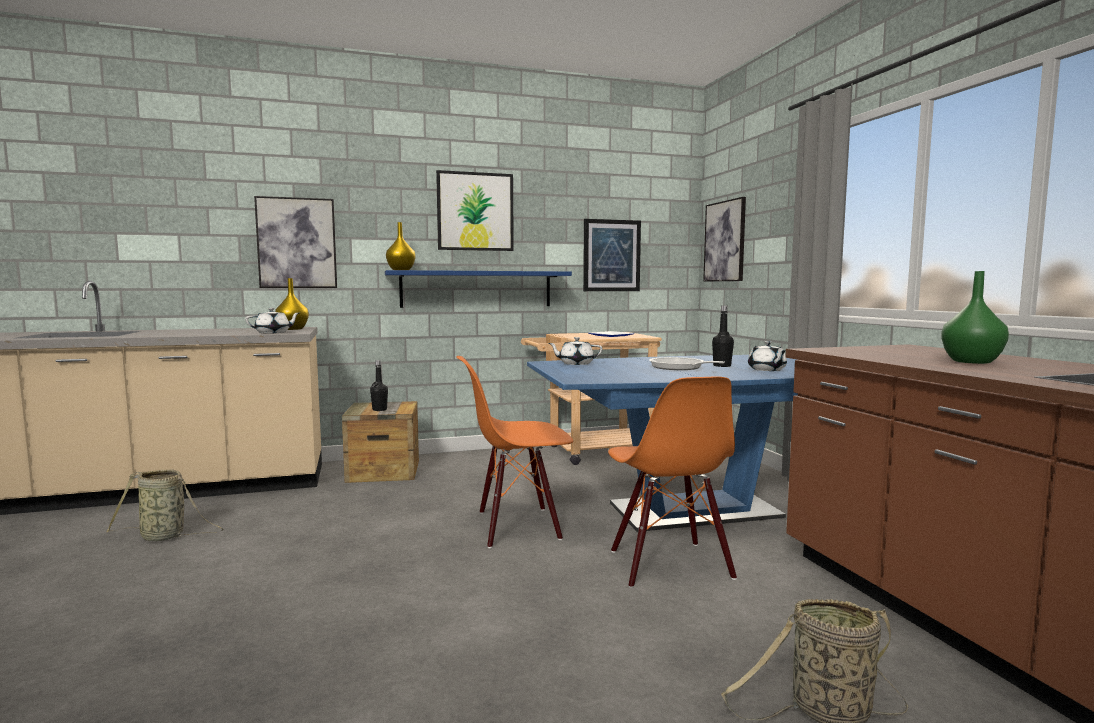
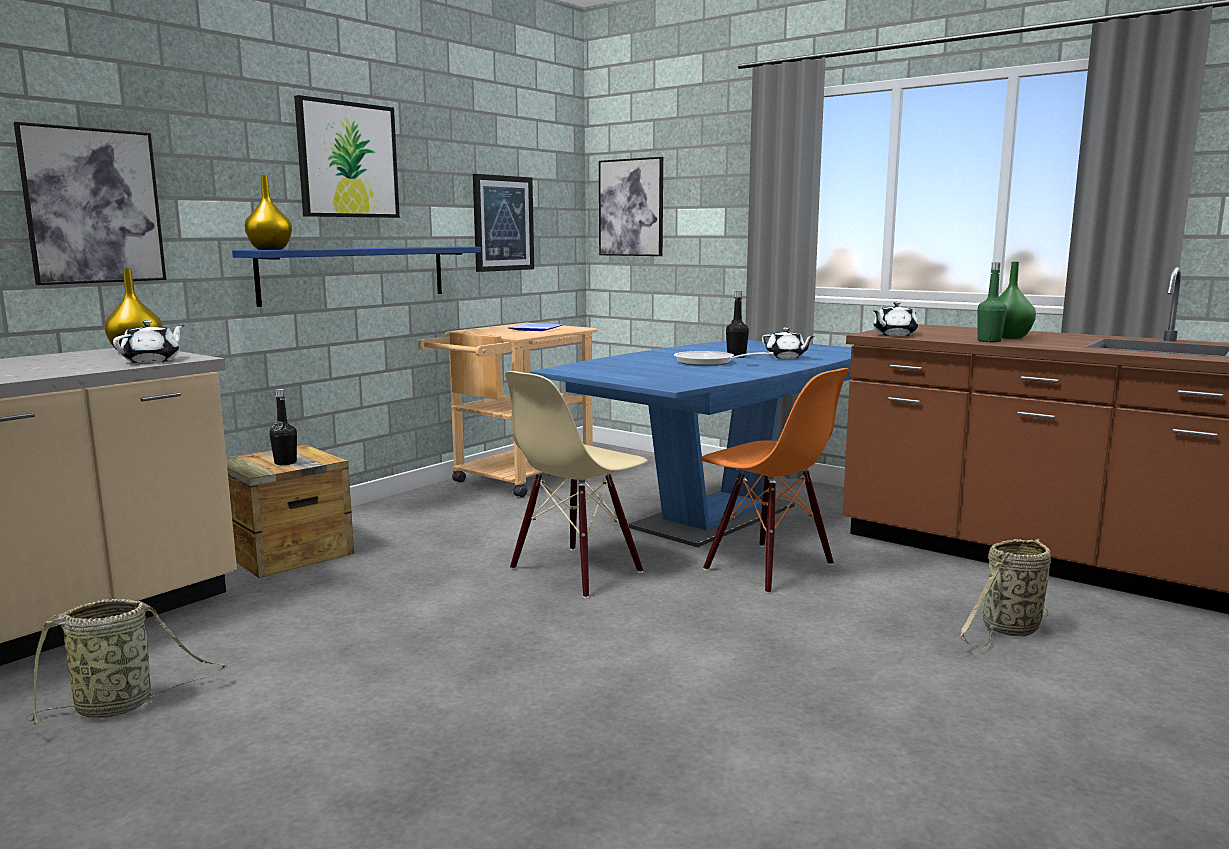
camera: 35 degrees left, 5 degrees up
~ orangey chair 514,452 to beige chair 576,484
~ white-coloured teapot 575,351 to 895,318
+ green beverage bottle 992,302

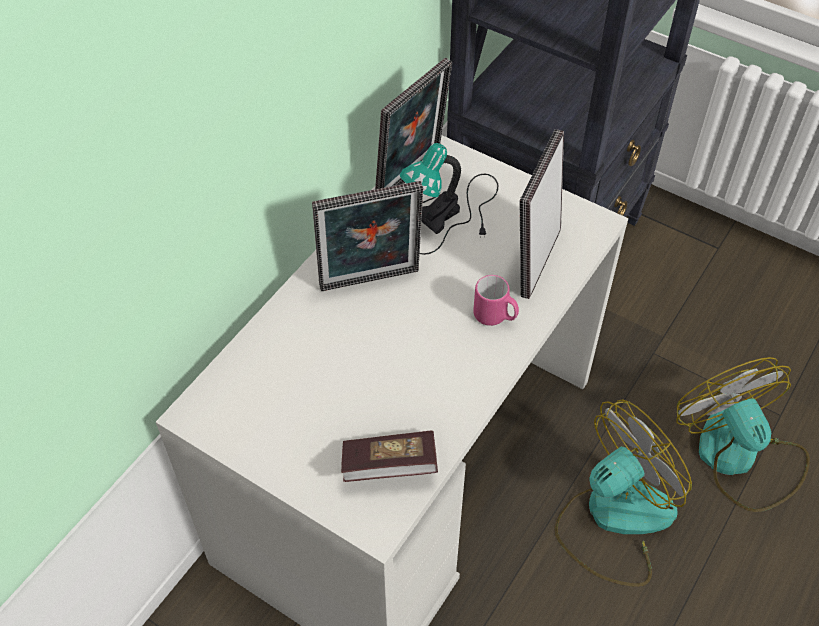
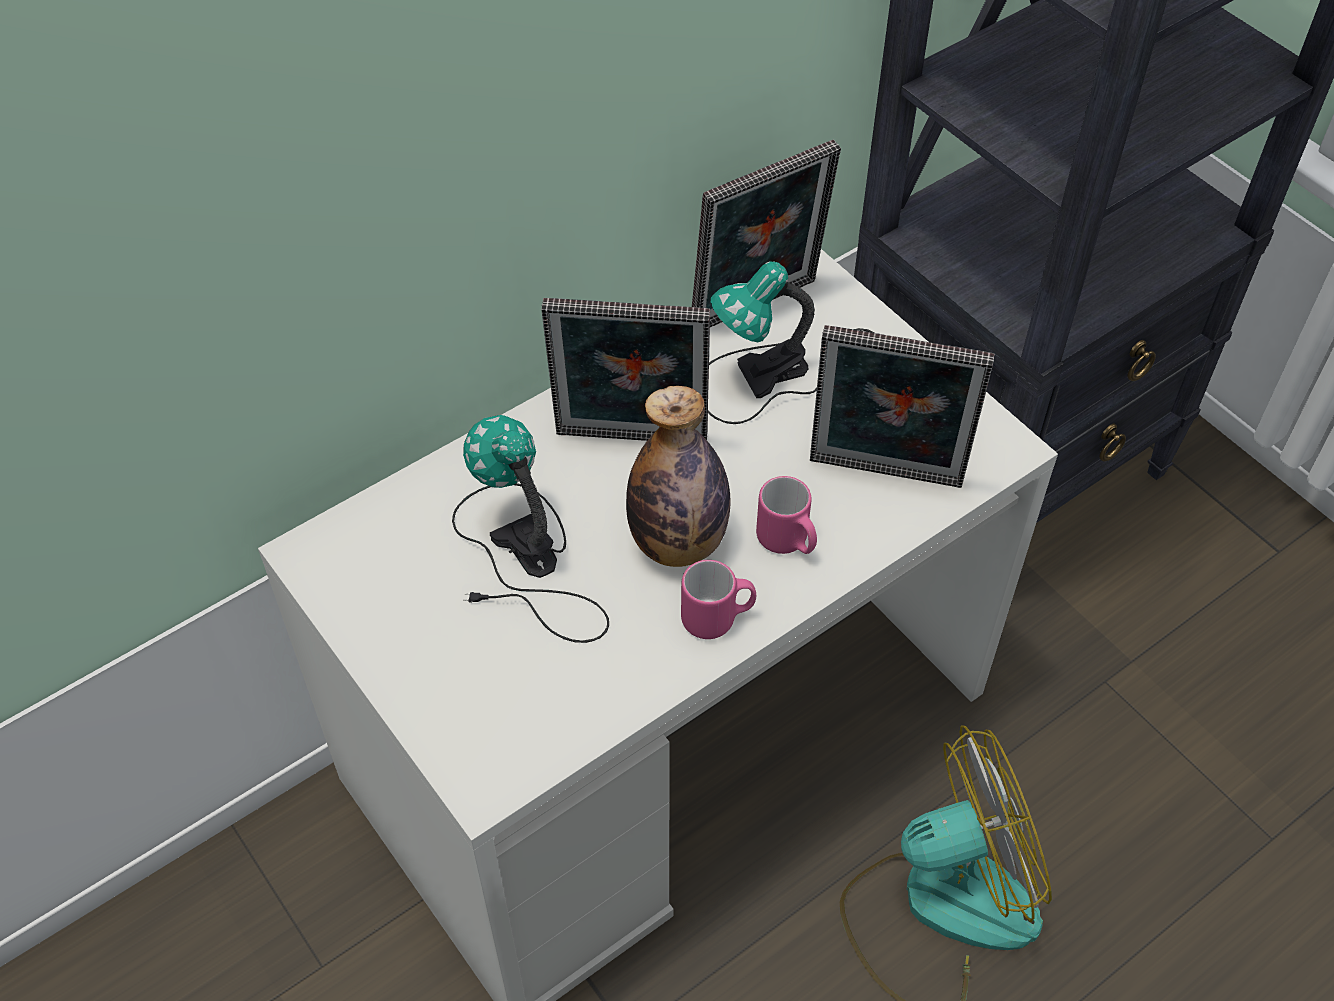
camera: 20 degrees right, 0 degrees up
+ tabletop lamp 530,529
+ beverage bottle 678,476
+ pink mug 718,599
~ standing frame 541,214 = 902,406 120 degrees counterclockwise
- bound book 389,456
- electric fan 743,434

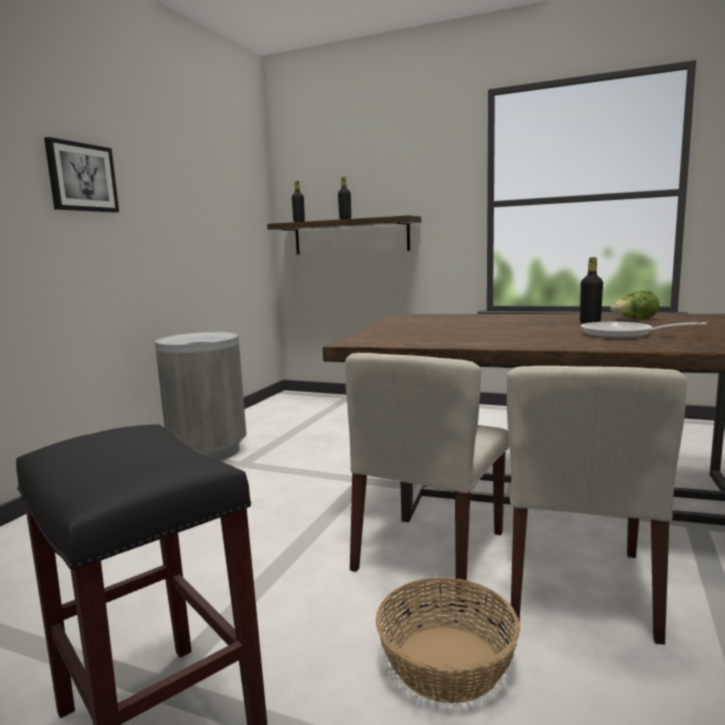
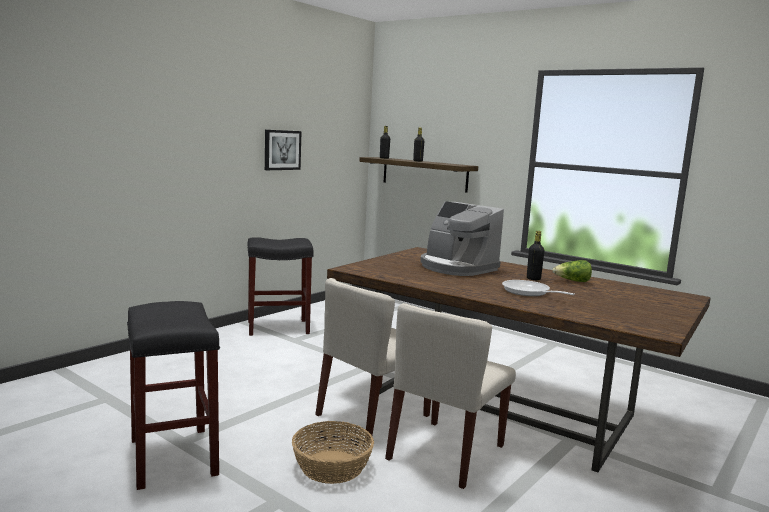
camera: 15 degrees right, 0 degrees up
~ grey rubbish bin 201,396 to black stool 281,286
~ wall picture 81,174 to 283,150
+ coffee brewer 462,238

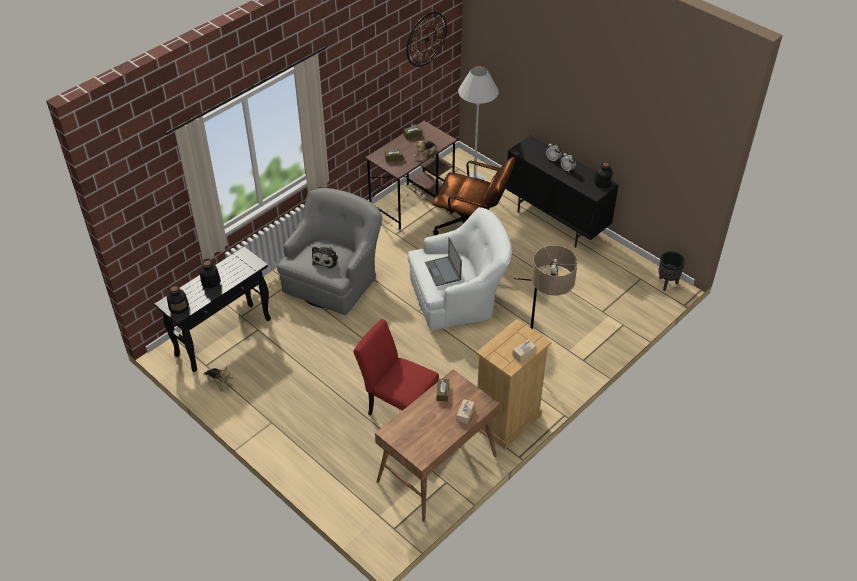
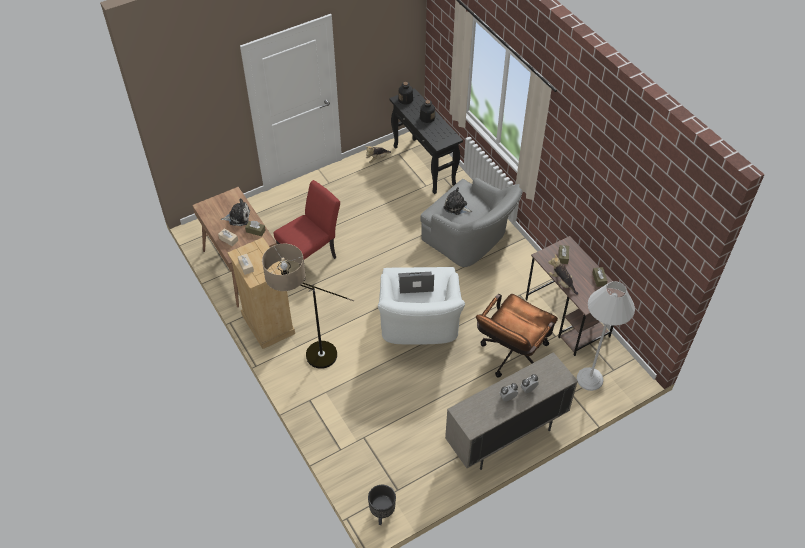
camera: 105 degrees right, 5 degrees up
+ cuddly toy 235,212
~ black cupboard 562,191 to beige cupboard 511,411
- clock on the wall 427,39
- beverage bottle 603,175

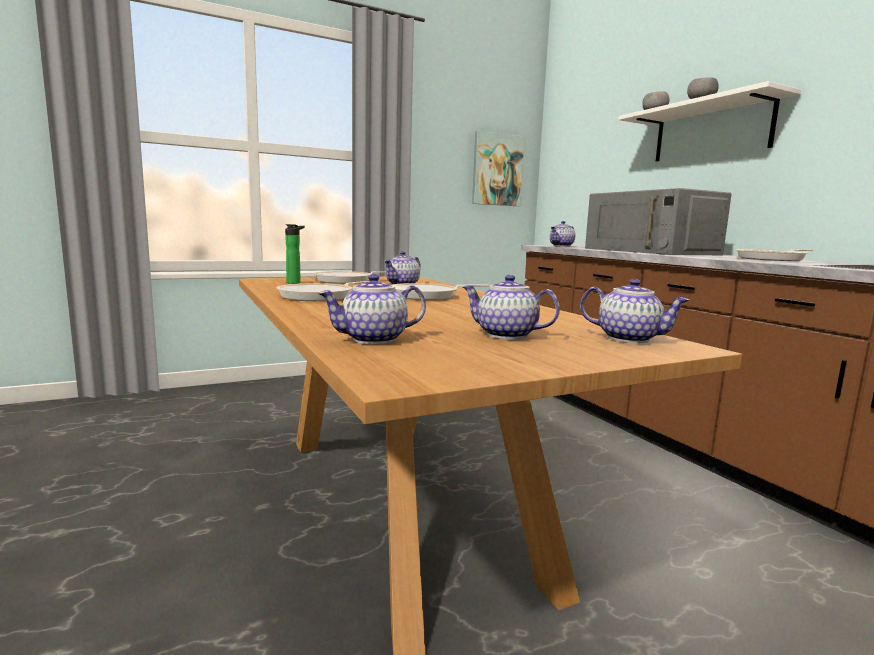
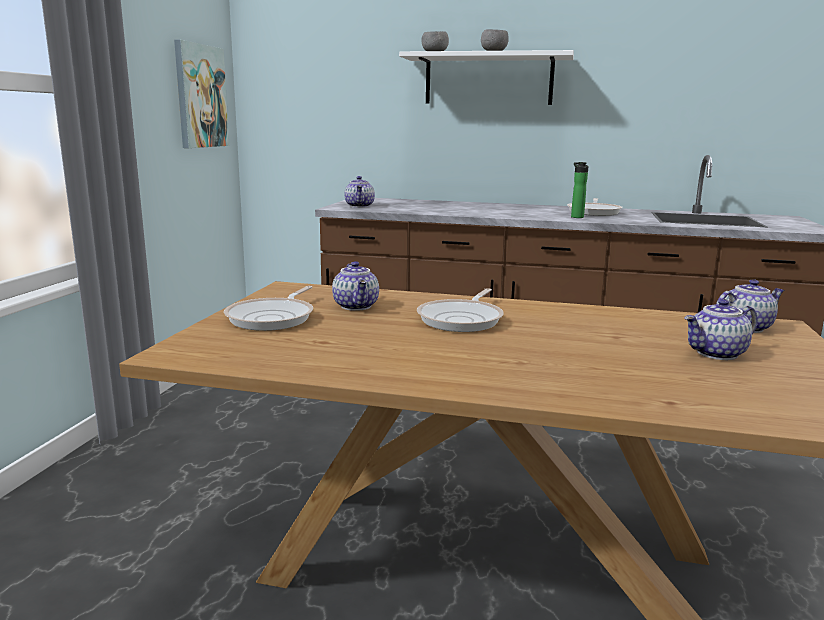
camera: 50 degrees left, 5 degrees up
~ beverage bottle 295,254 to 580,190
- pan 322,291
- teapot 372,309
- grey microwave 658,221

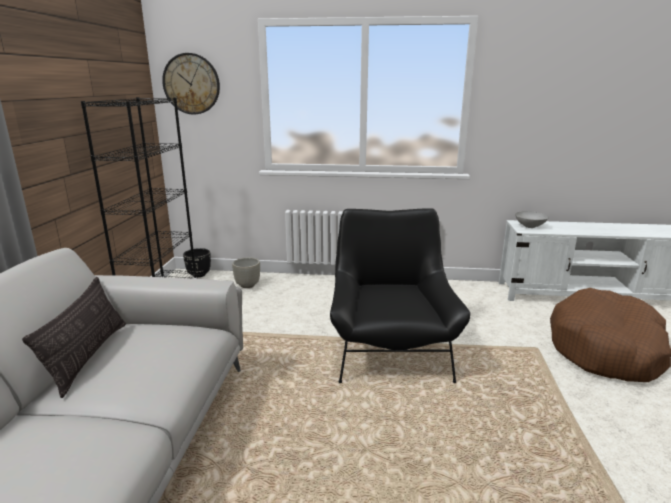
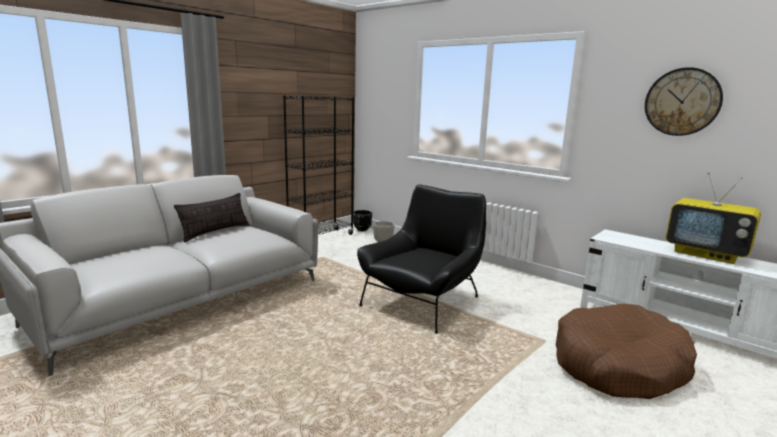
camera: 35 degrees right, 5 degrees down
~ clock on the wall 191,84 to 684,101
+ TV 713,218
- grey deep dish 532,219

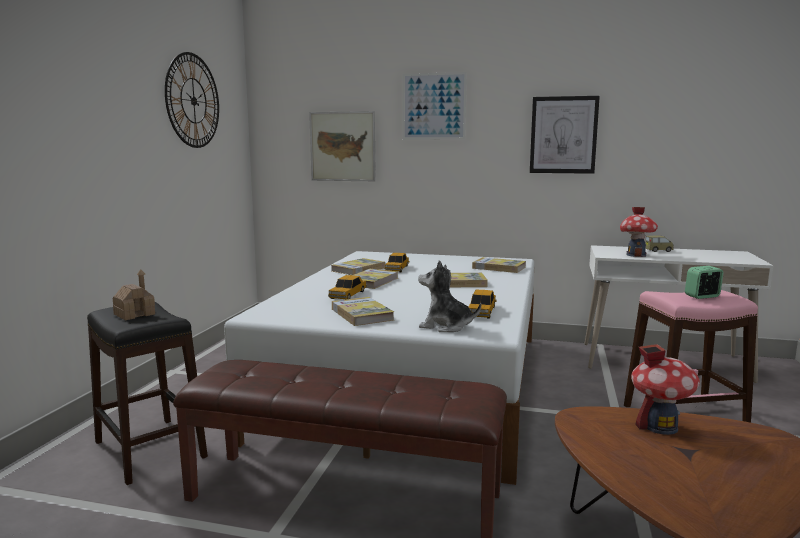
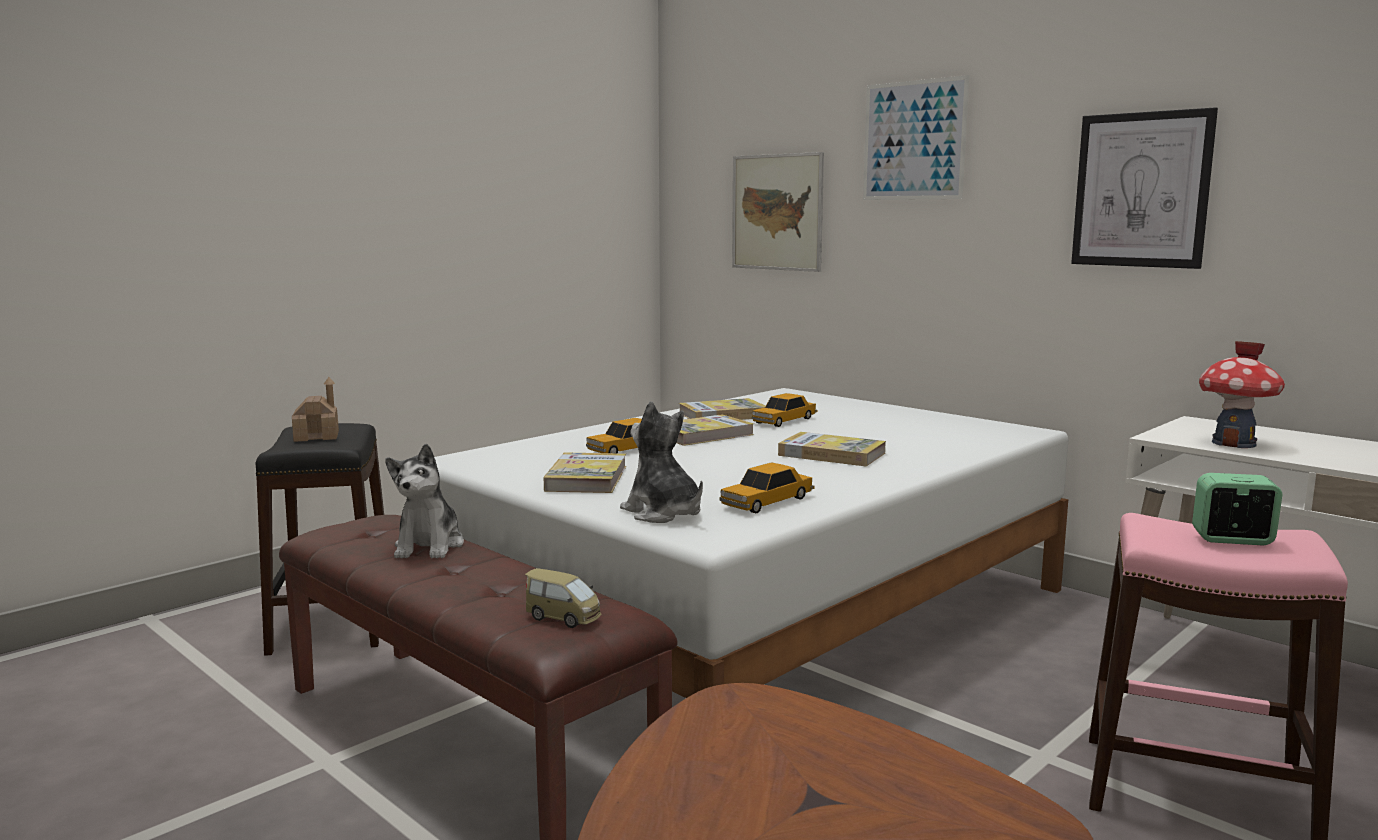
camera: 30 degrees right, 0 degrees up
+ cuddly toy 424,501
~ miniature car 659,244 to 563,598
- clock on the wall 192,100
- bound book 499,265
- model house 665,389

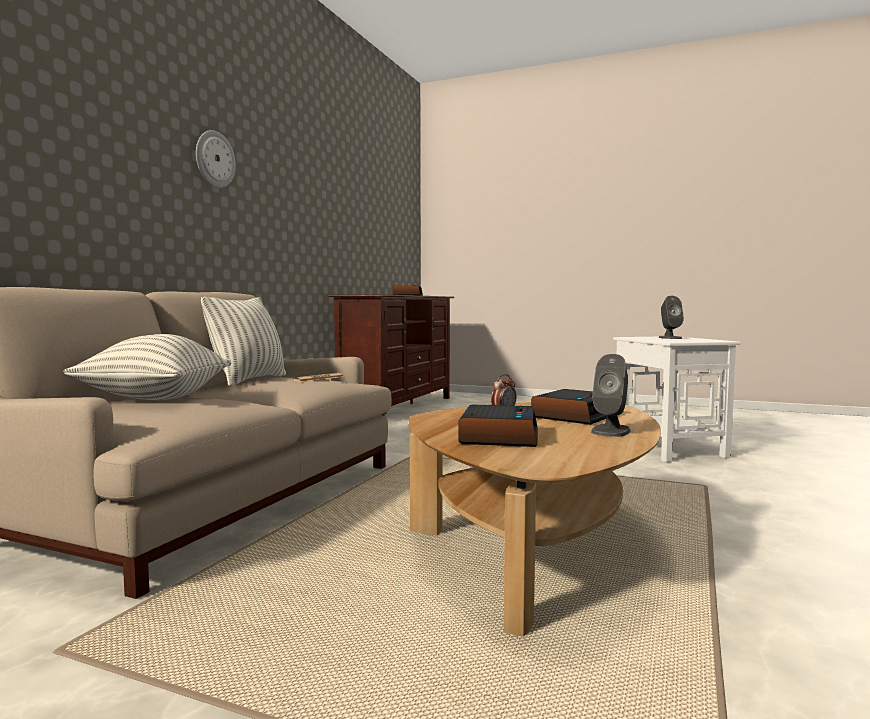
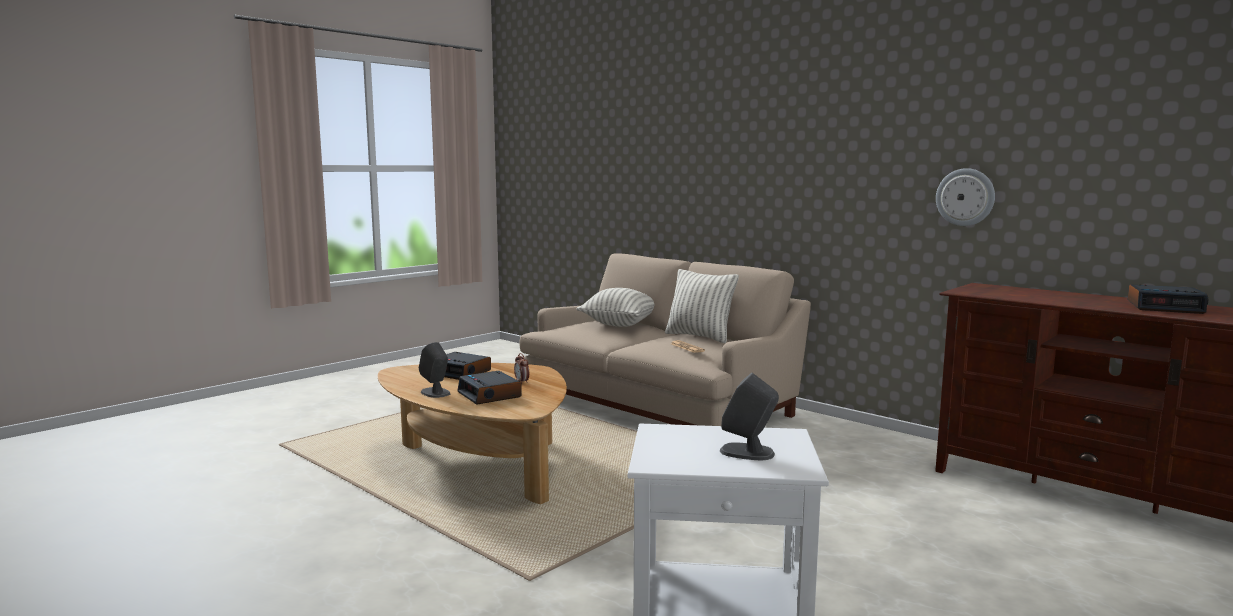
camera: 110 degrees right, 5 degrees up
~ clock on the wall 216,159 to 965,197

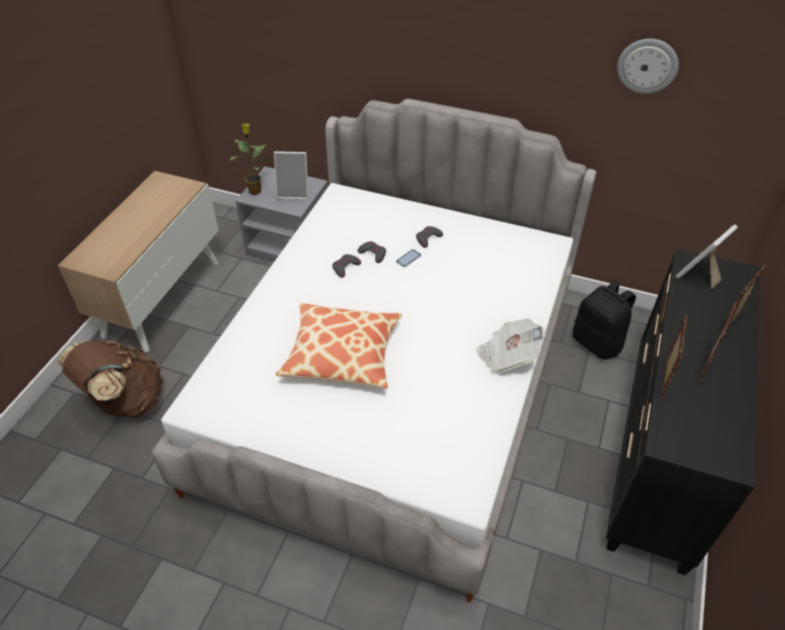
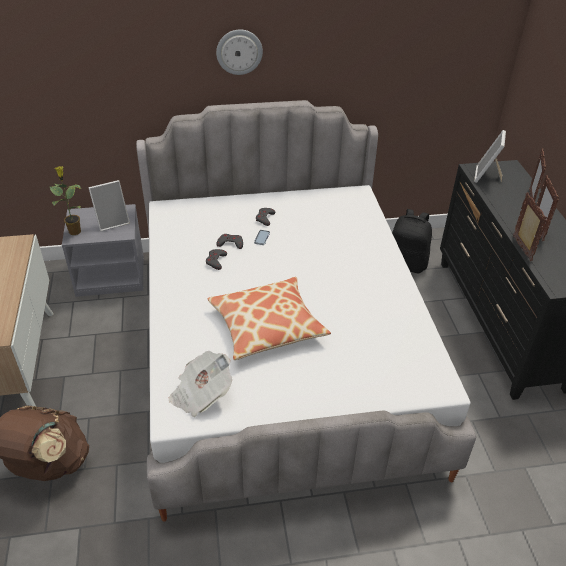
camera: 30 degrees left, 5 degrees down
~ newspaper 511,345 to 200,384
~ clock on the wall 648,66 to 239,52

